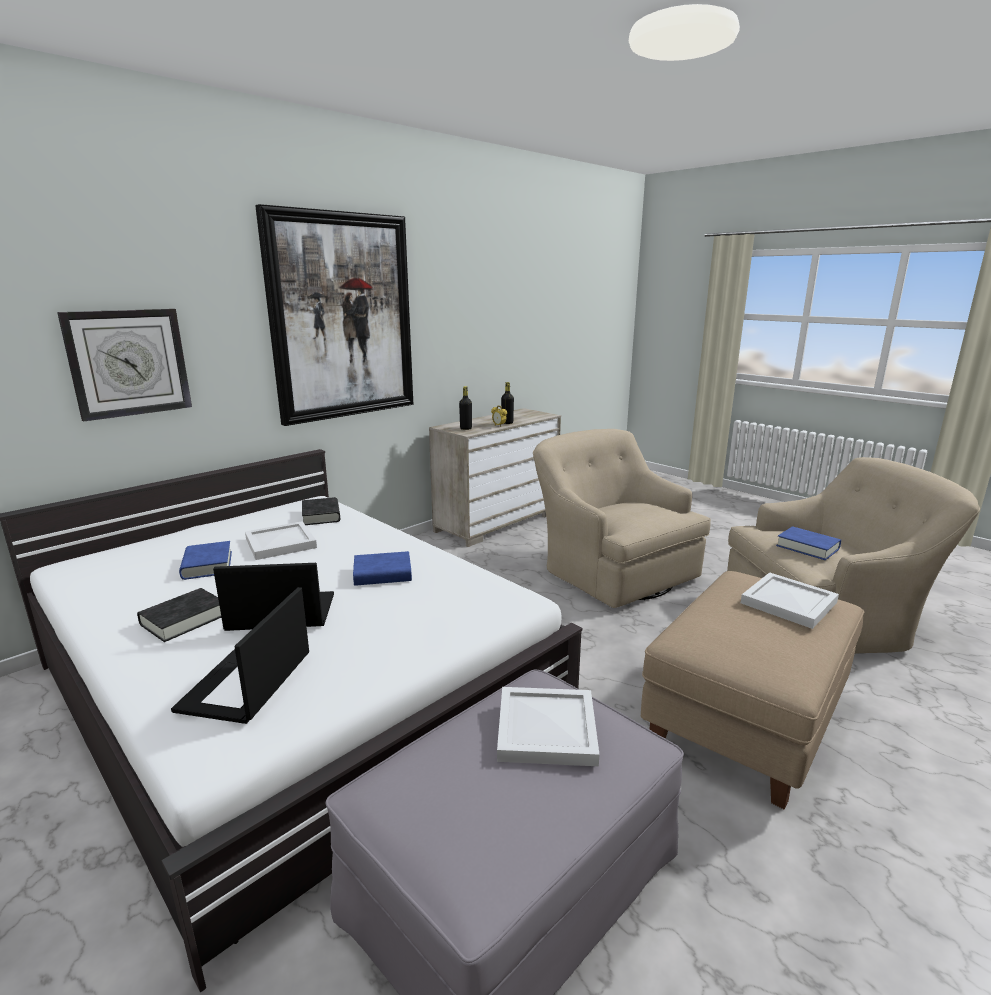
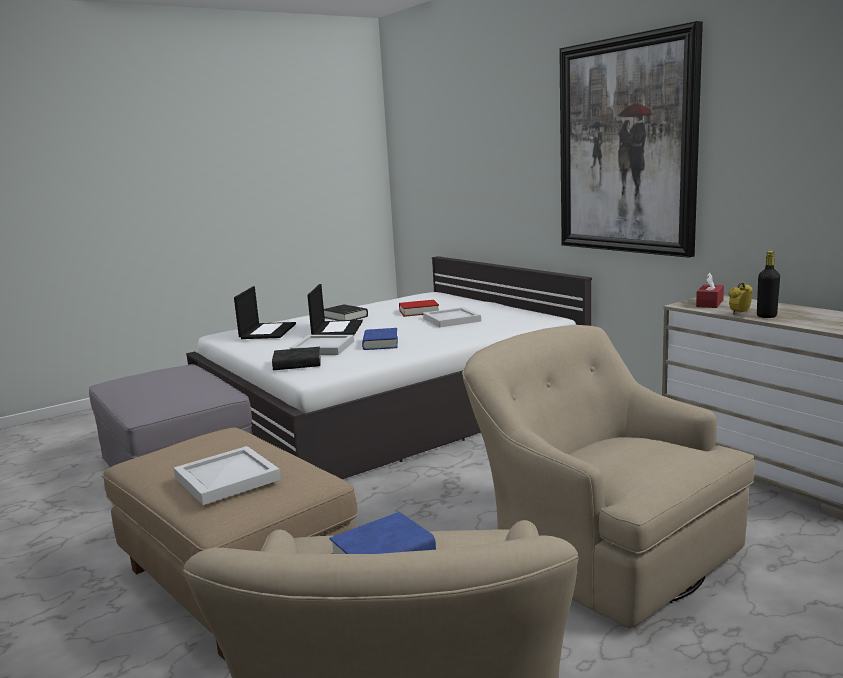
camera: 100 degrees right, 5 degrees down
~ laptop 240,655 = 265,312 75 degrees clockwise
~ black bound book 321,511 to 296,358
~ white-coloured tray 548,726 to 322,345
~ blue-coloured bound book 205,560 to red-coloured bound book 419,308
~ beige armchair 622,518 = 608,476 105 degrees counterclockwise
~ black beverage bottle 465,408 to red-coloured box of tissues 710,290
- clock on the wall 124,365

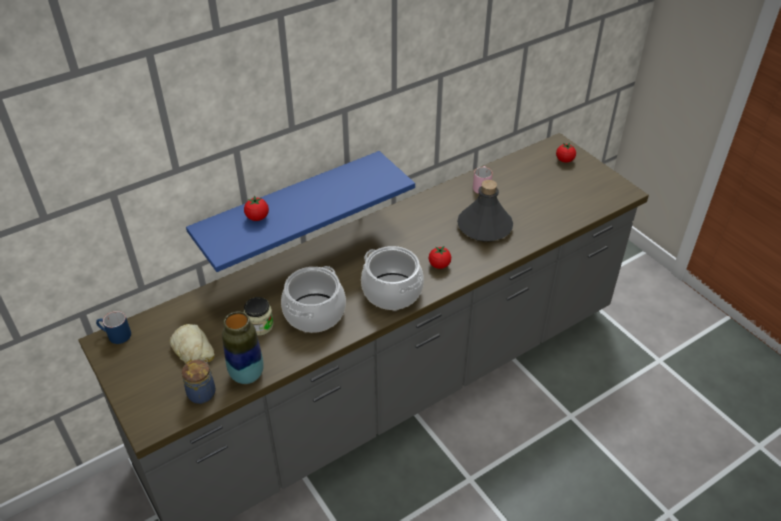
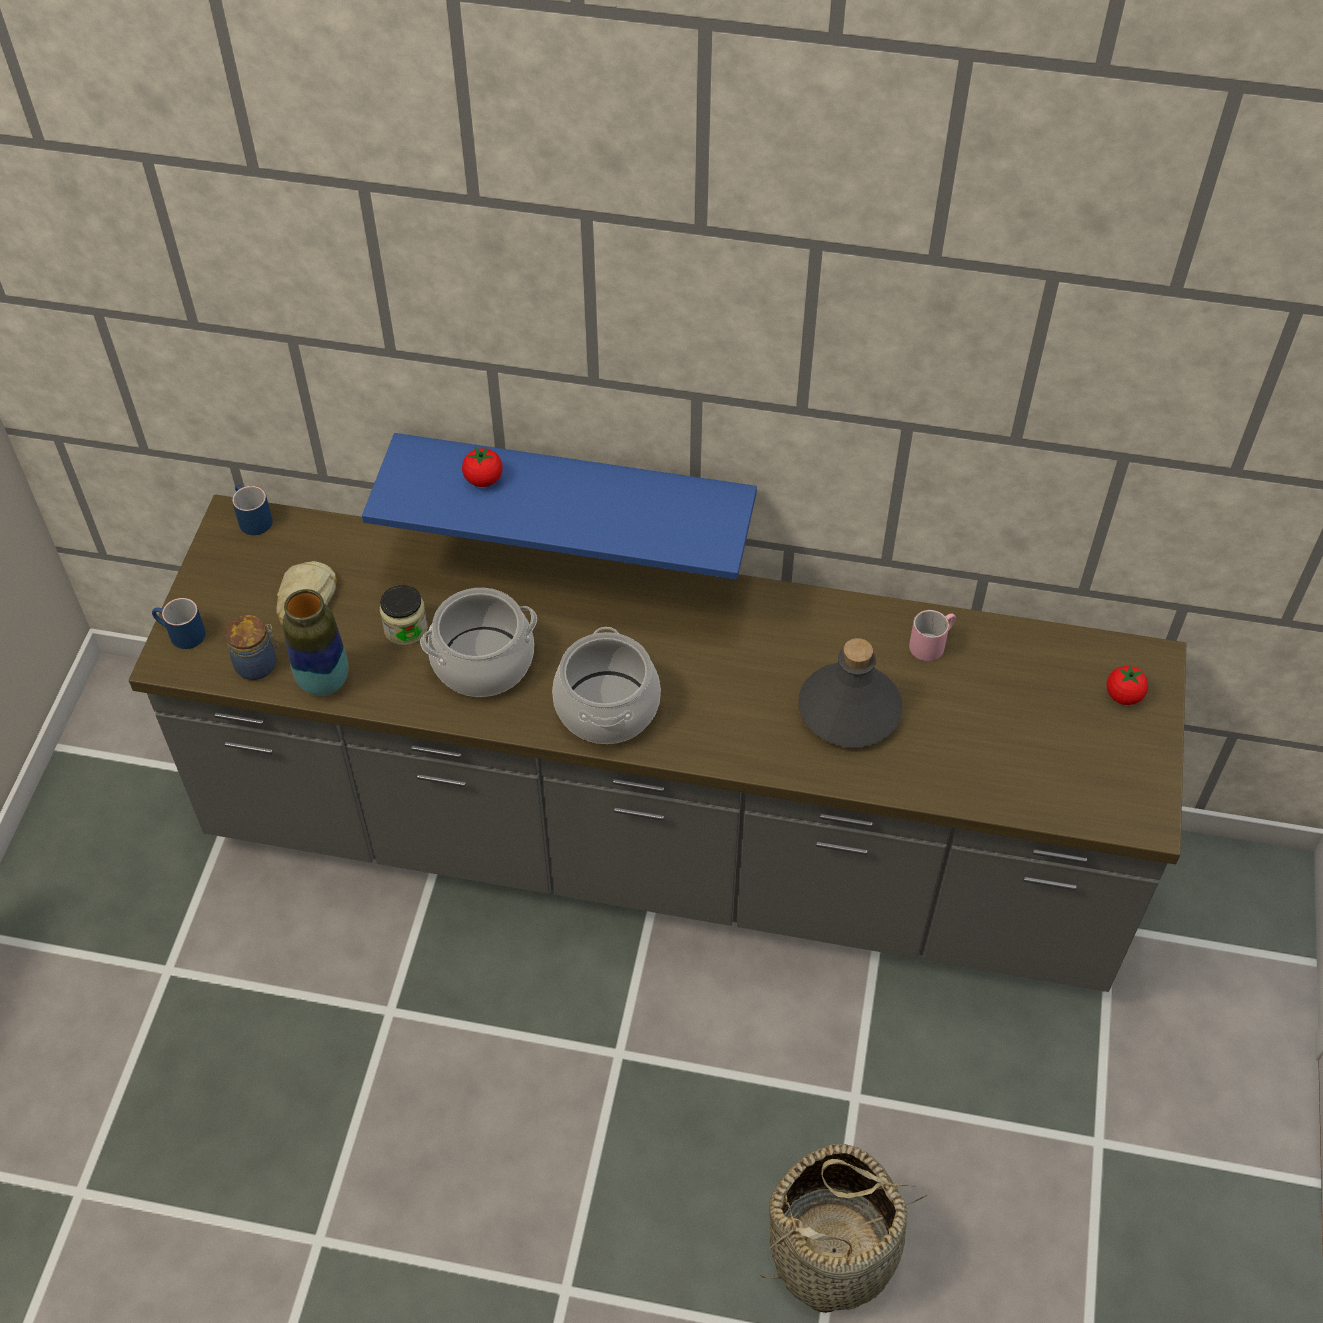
camera: 45 degrees right, 10 degrees up
+ blue-coloured mug 179,623
+ basket 843,1228
- fresh tomato 440,257

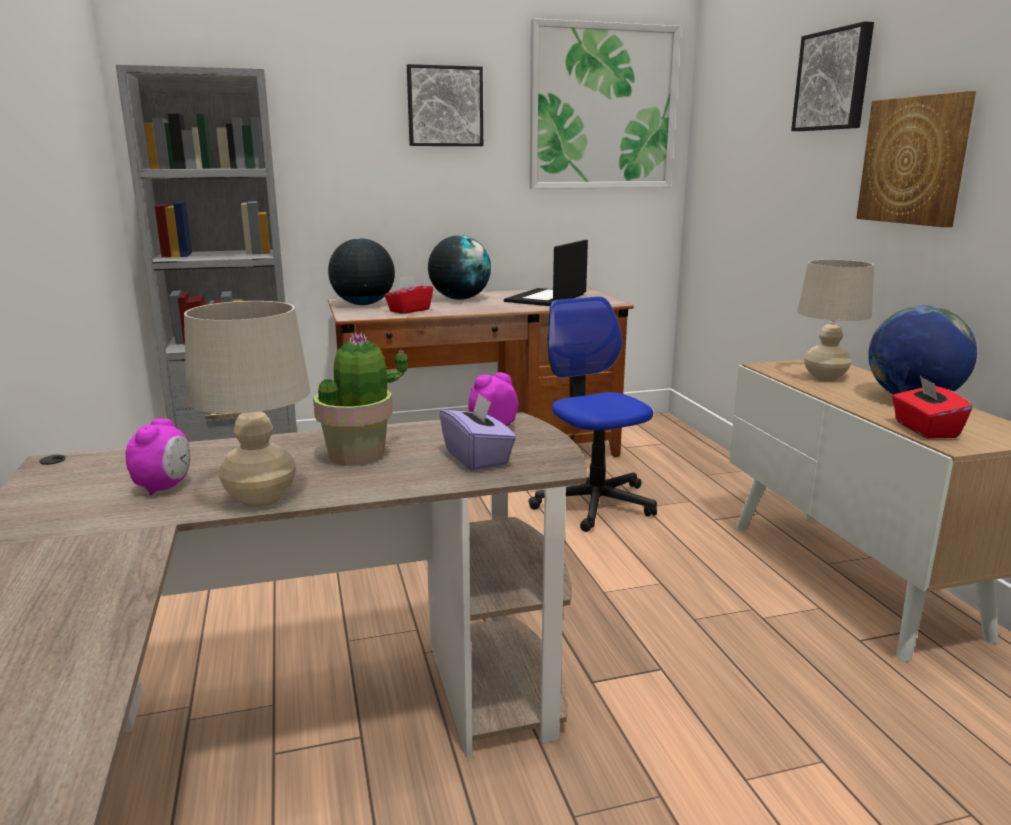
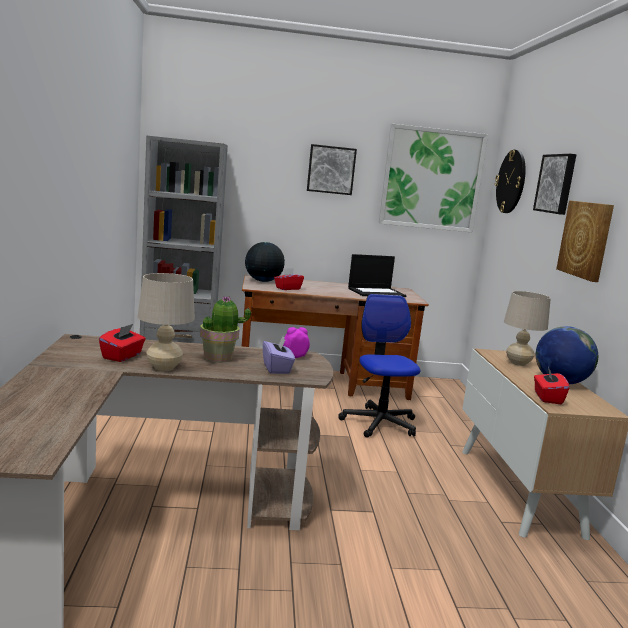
camera: 10 degrees right, 5 degrees down
~ table clock 158,457 to red-coloured box of tissues 122,343
~ laptop 546,273 = 377,275 150 degrees counterclockwise
+ clock on the wall 510,181
- world globe 459,267

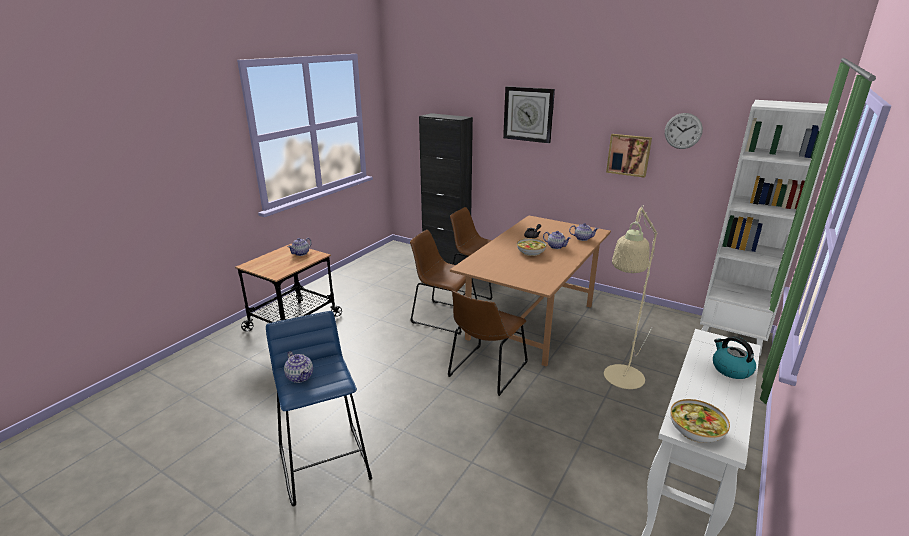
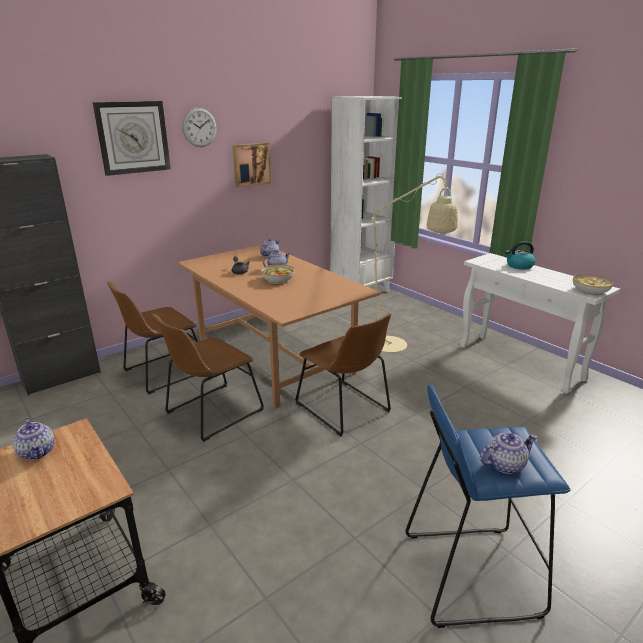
camera: 70 degrees left, 0 degrees up
~ clock on the wall 684,131 to 199,127

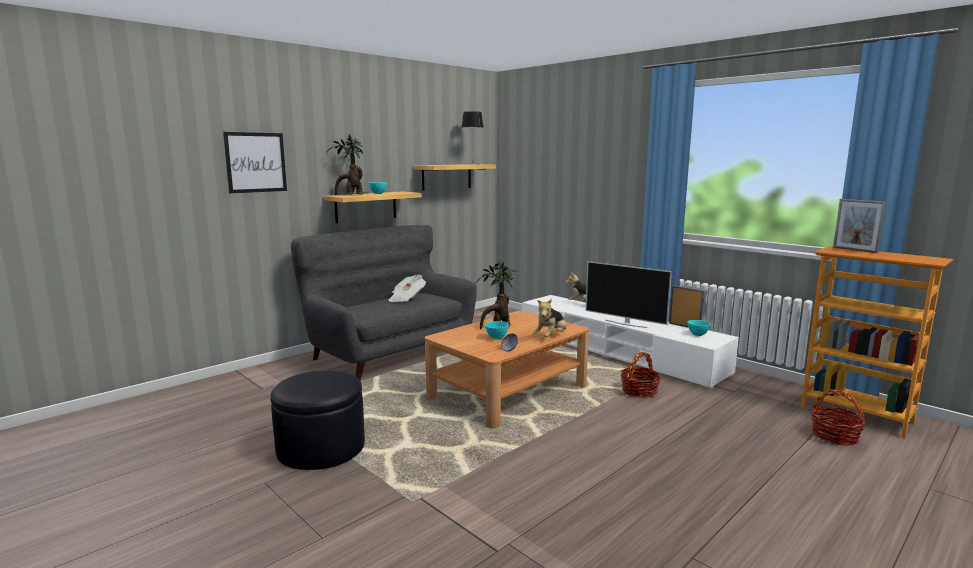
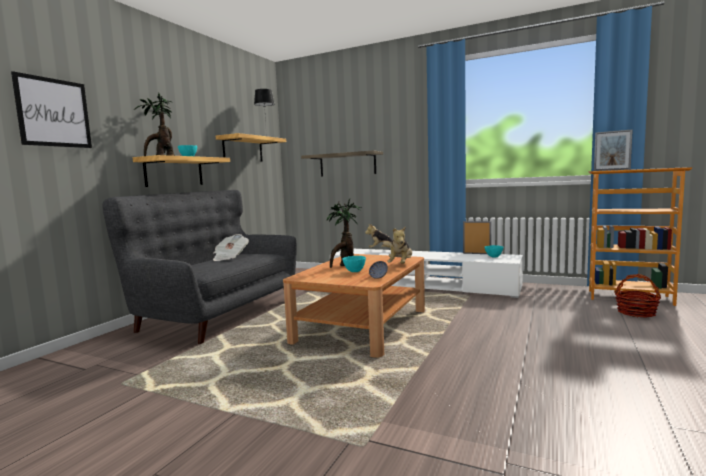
camera: 20 degrees left, 5 degrees down
+ bracket shelf 342,164
- black footrest 317,420
- TV 629,294
- basket 641,375

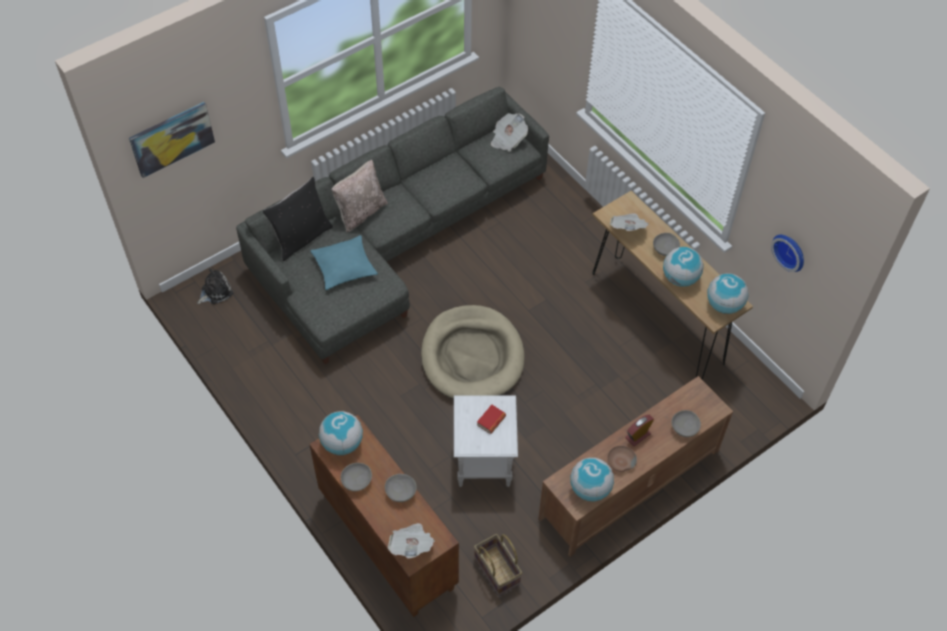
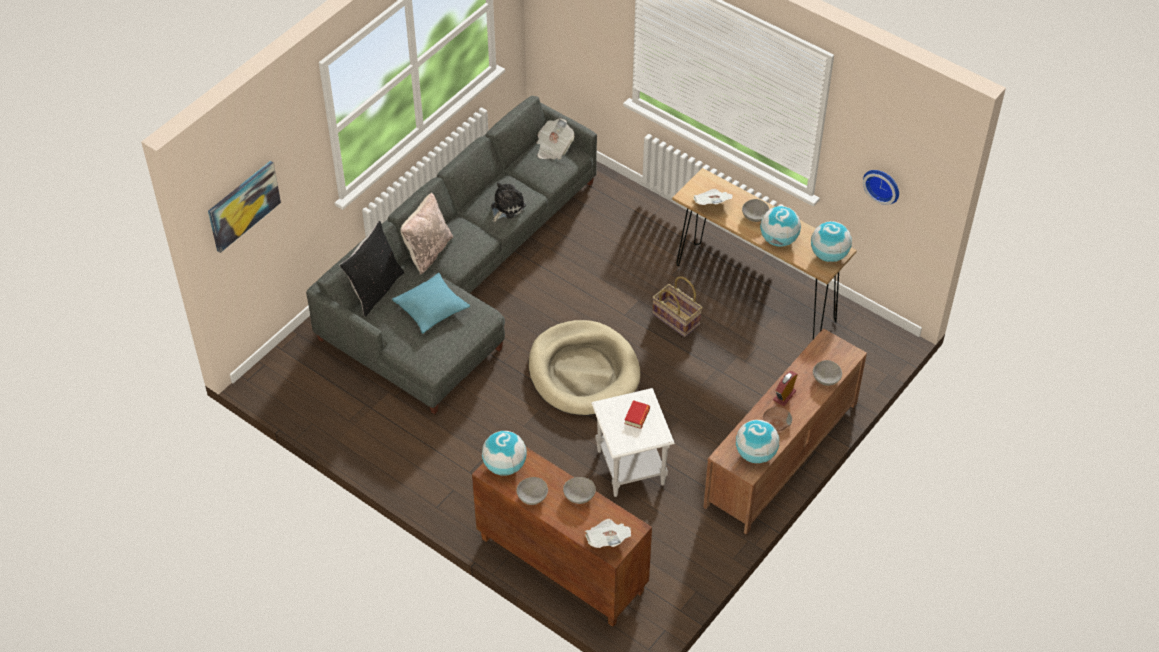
camera: 15 degrees left, 5 degrees down
~ cuddly toy 215,286 to 508,202
~ basket 498,565 to 677,306

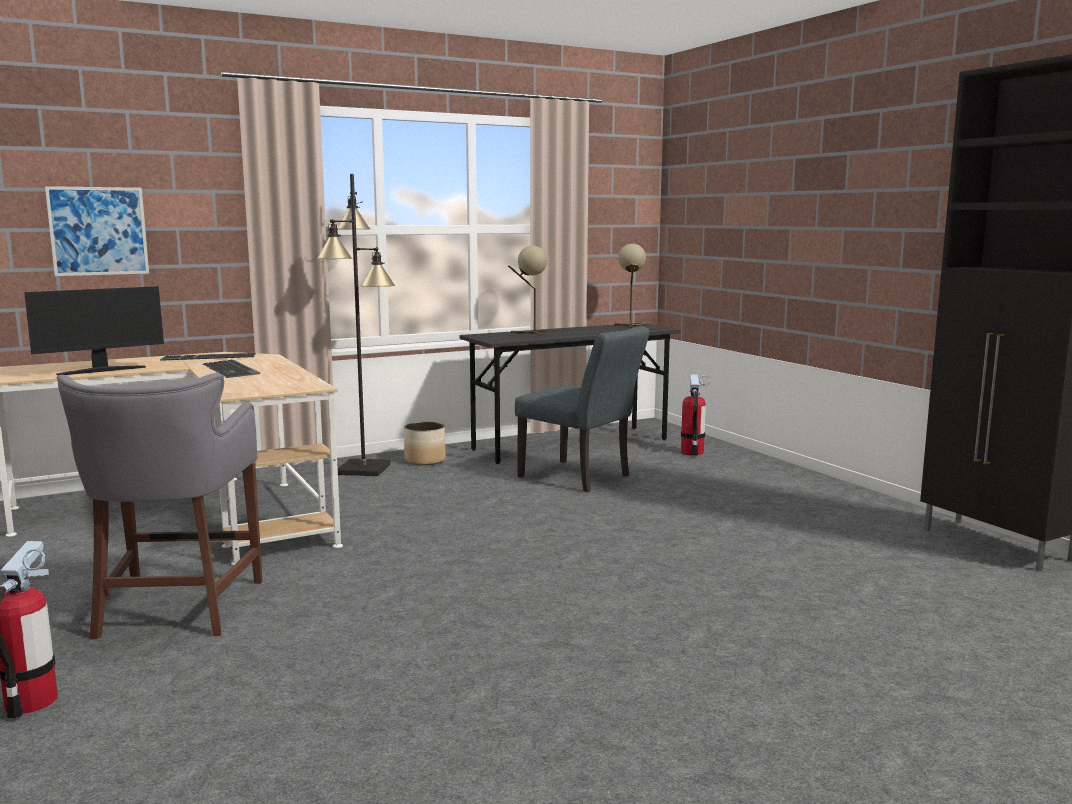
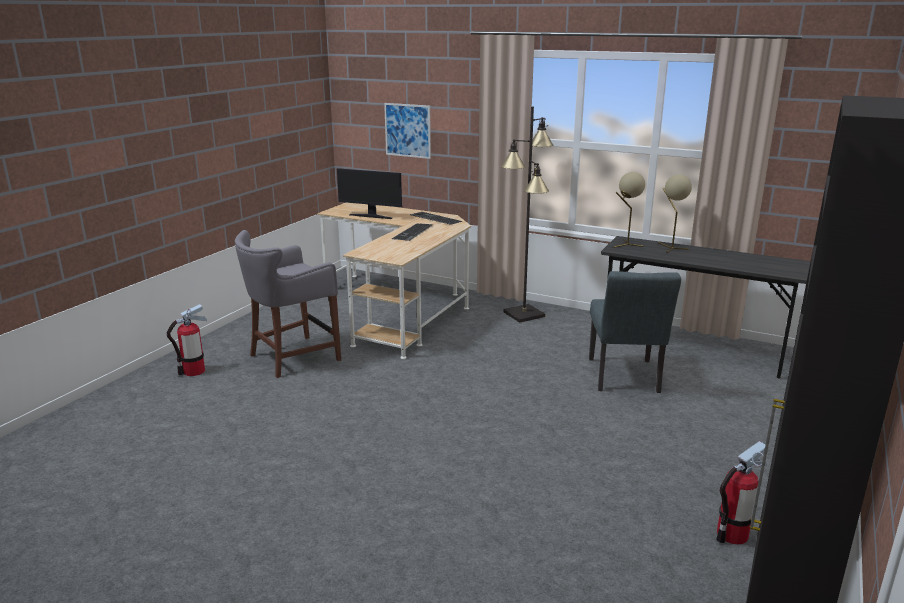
camera: 55 degrees right, 10 degrees up
~ beige tabletop lamp 630,286 to 629,210
~ fire-fighting cylinder 695,415 to 741,493
- planter 425,443

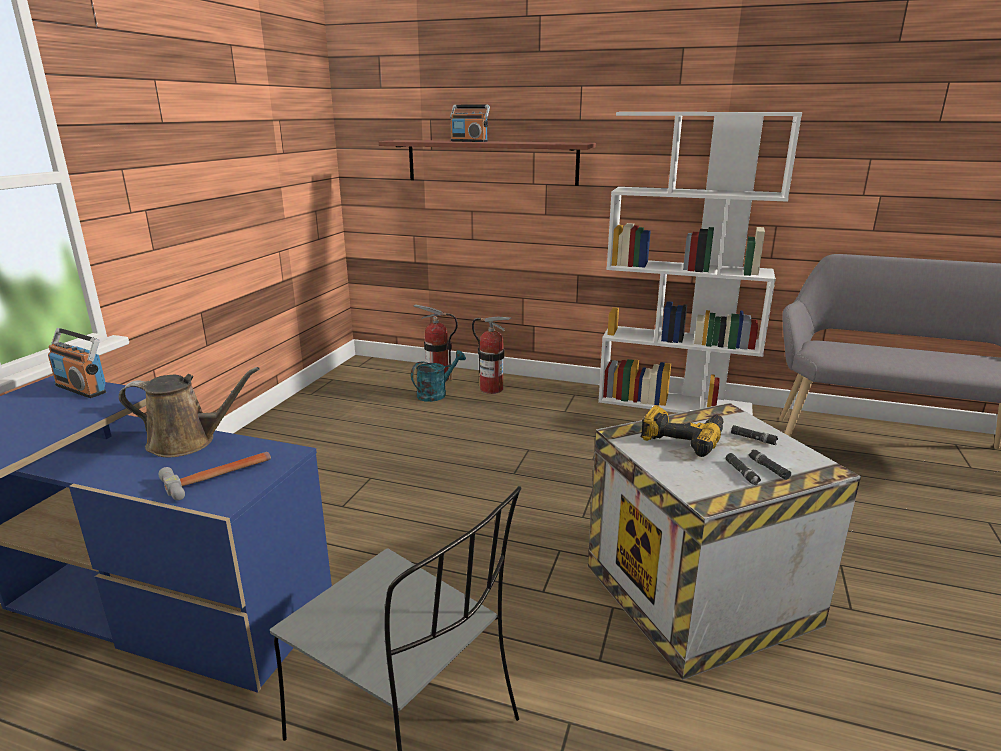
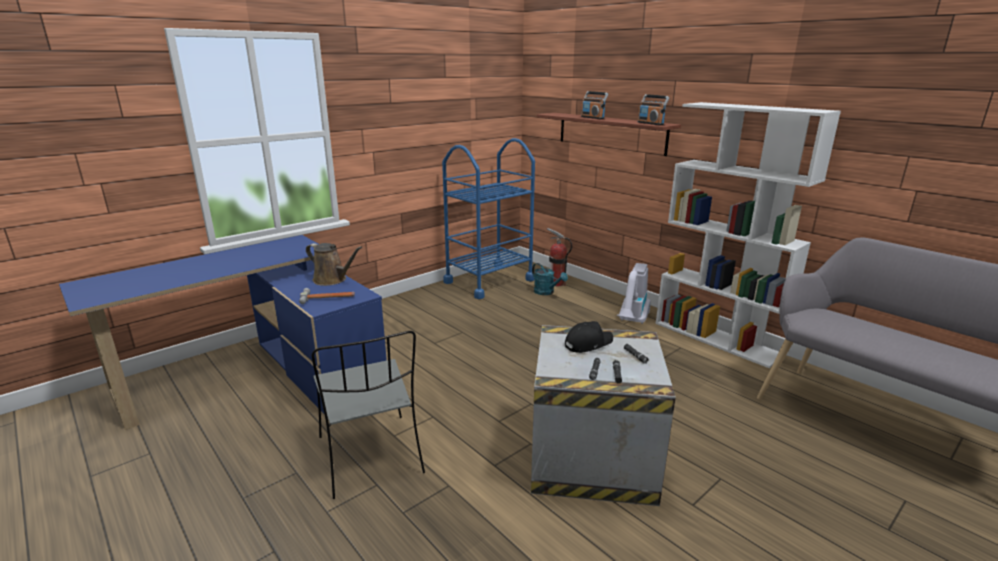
camera: 30 degrees right, 0 degrees up
+ blue-coloured wheeled cart 488,218
~ blue-green watering can 438,376 = 550,279 60 degrees clockwise
~ drill 682,431 to black peaked cap 589,337
+ vacuum cleaner 634,293
~ radio 77,363 to 653,109
- fire-fighting cylinder 492,355

